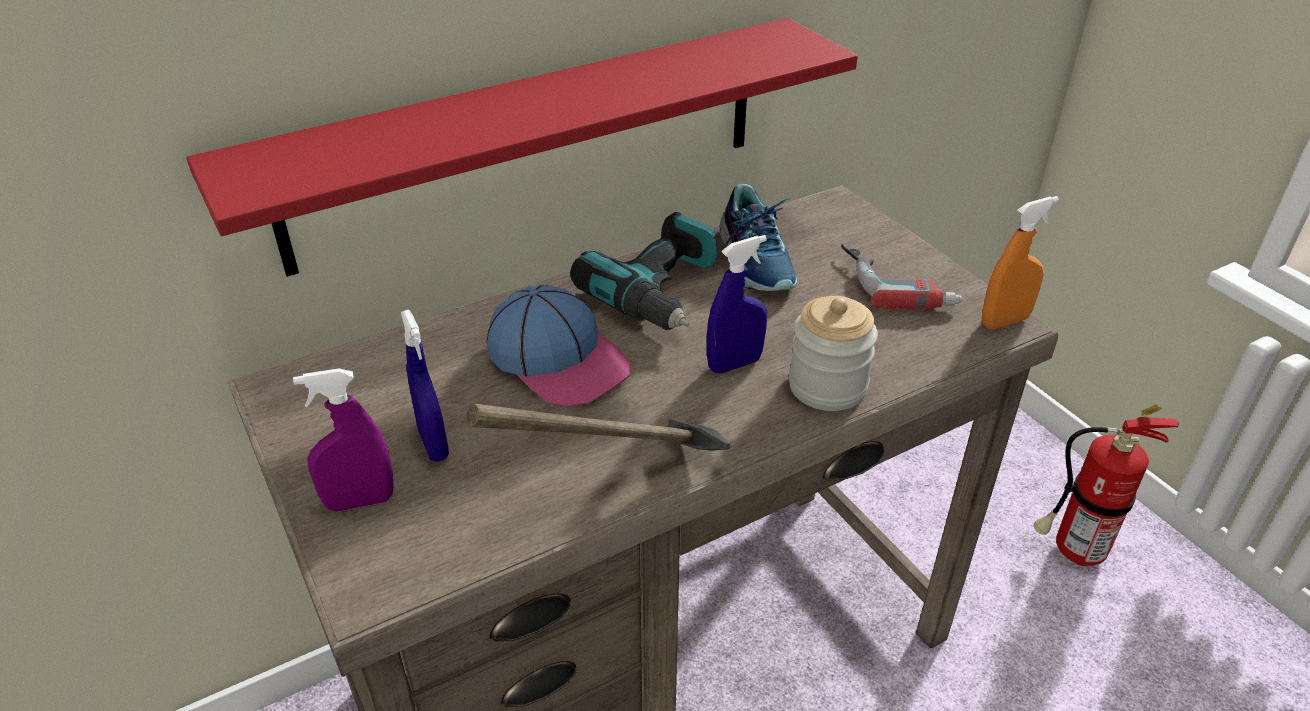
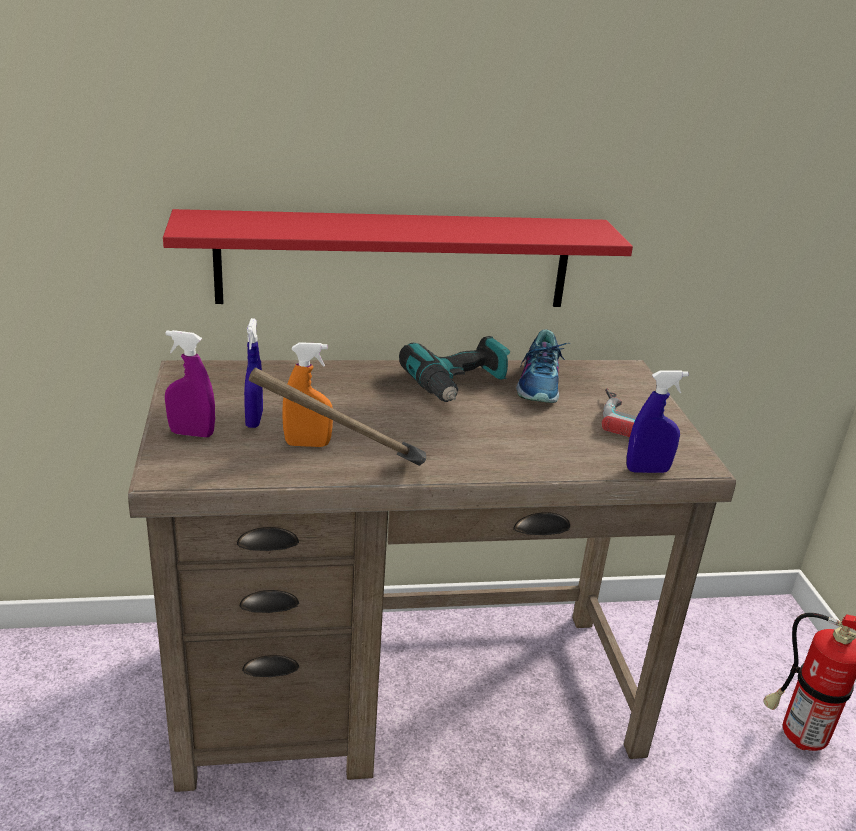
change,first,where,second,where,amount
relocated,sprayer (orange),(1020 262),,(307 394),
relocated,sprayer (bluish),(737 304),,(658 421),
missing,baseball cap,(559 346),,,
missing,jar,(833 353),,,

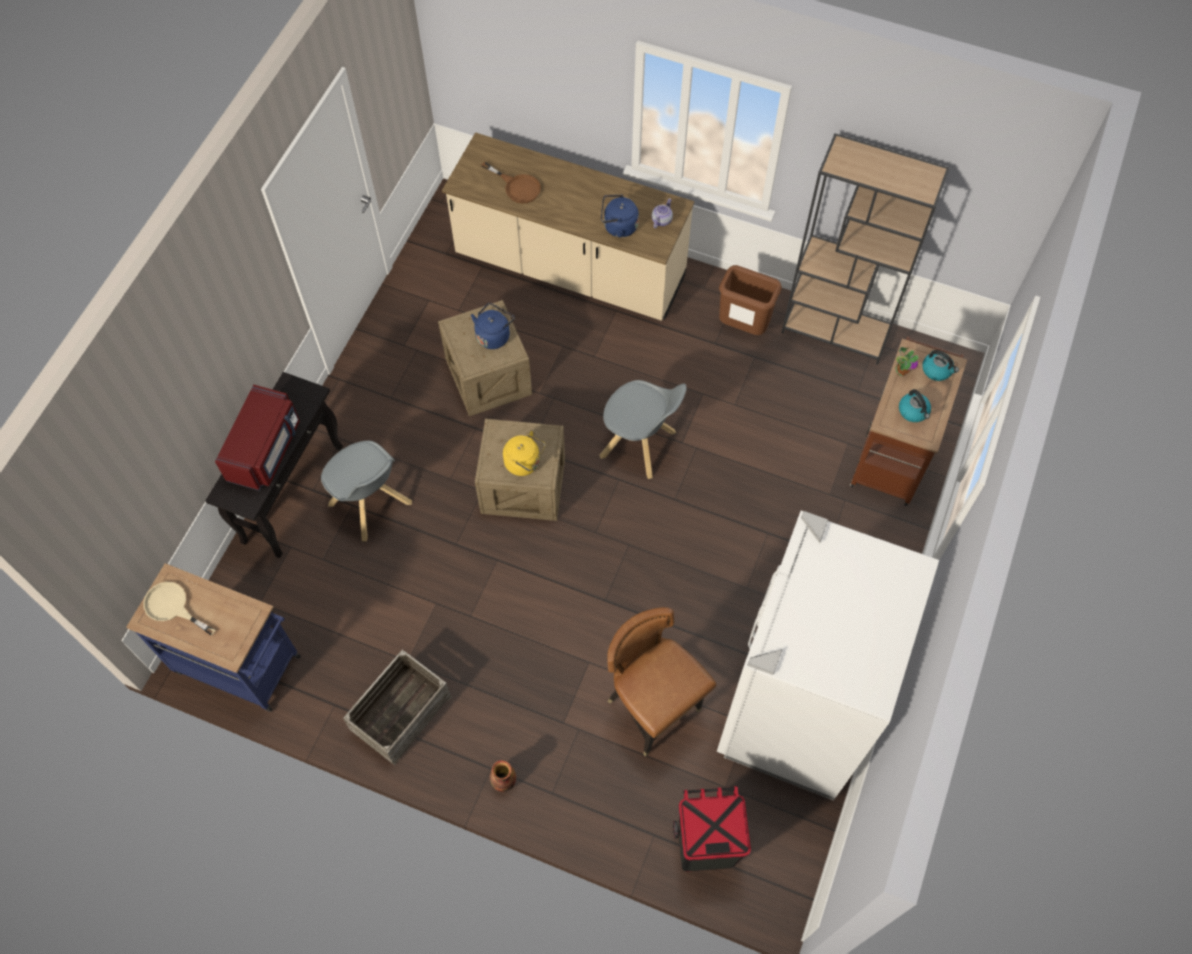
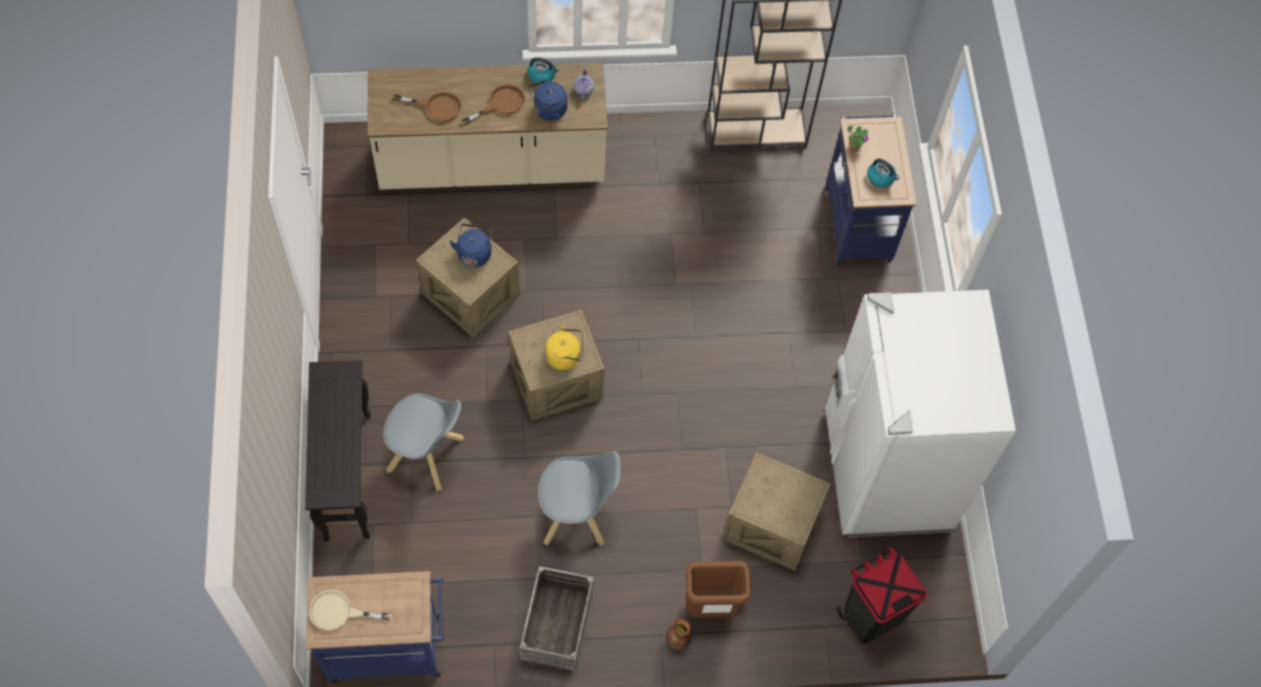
change,first,where,second,where,amount
relocated,rubbish bin (brownish),(750 300),,(718 589),
colour,cart (brownish),(908 421),cart (bluish),(871 189),
relocated,water kettle,(940 365),,(543 71),
relocated,upright chair (gray),(643 429),,(579 498),
missing,microwave oven (red-coloured),(257 437),,,
exchanged,upright chair (brownish),(661 682),packing crate,(776 511),
appeared,,,pan (brownish),(493 104),

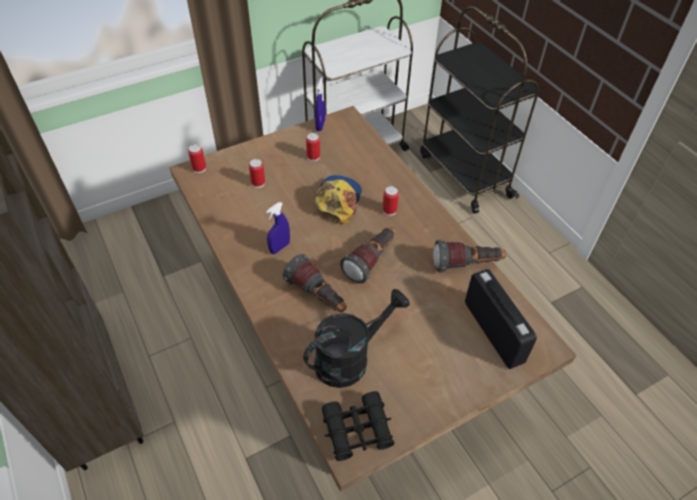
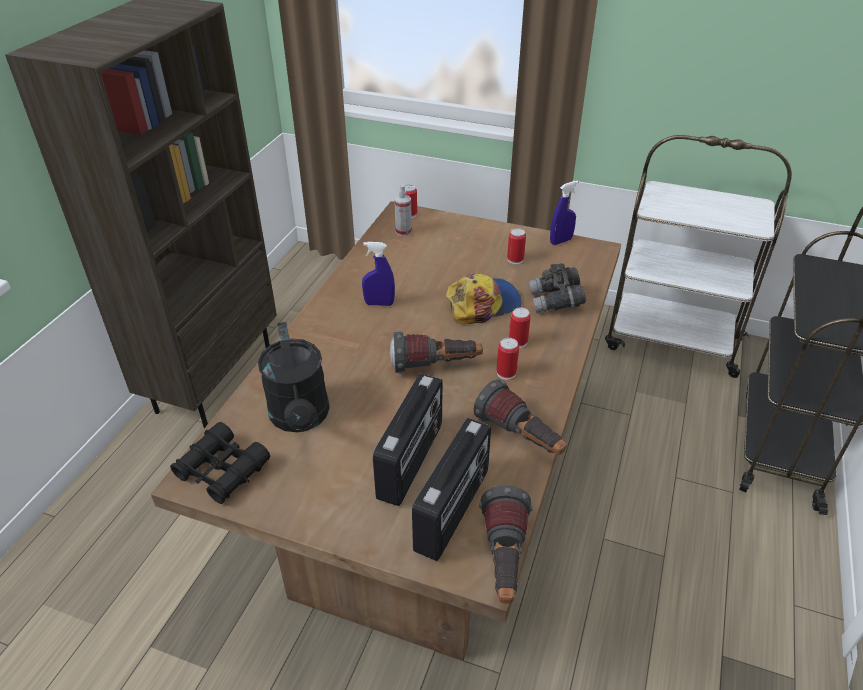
change,first,where,second,where,amount
relocated,sealed can,(257 173),,(507 359),
relocated,torch,(315 283),,(506 544),
spun,watering pot (black),(356 338),,(294 377),60 degrees clockwise
appeared,,,sprayer,(403 210),
appeared,,,pair of binoculars (gray),(557 288),
appeared,,,radio,(408 440),

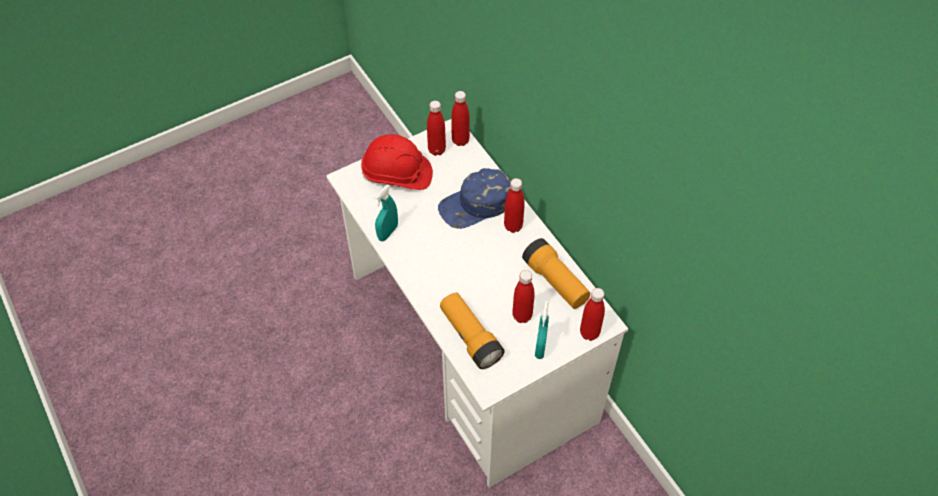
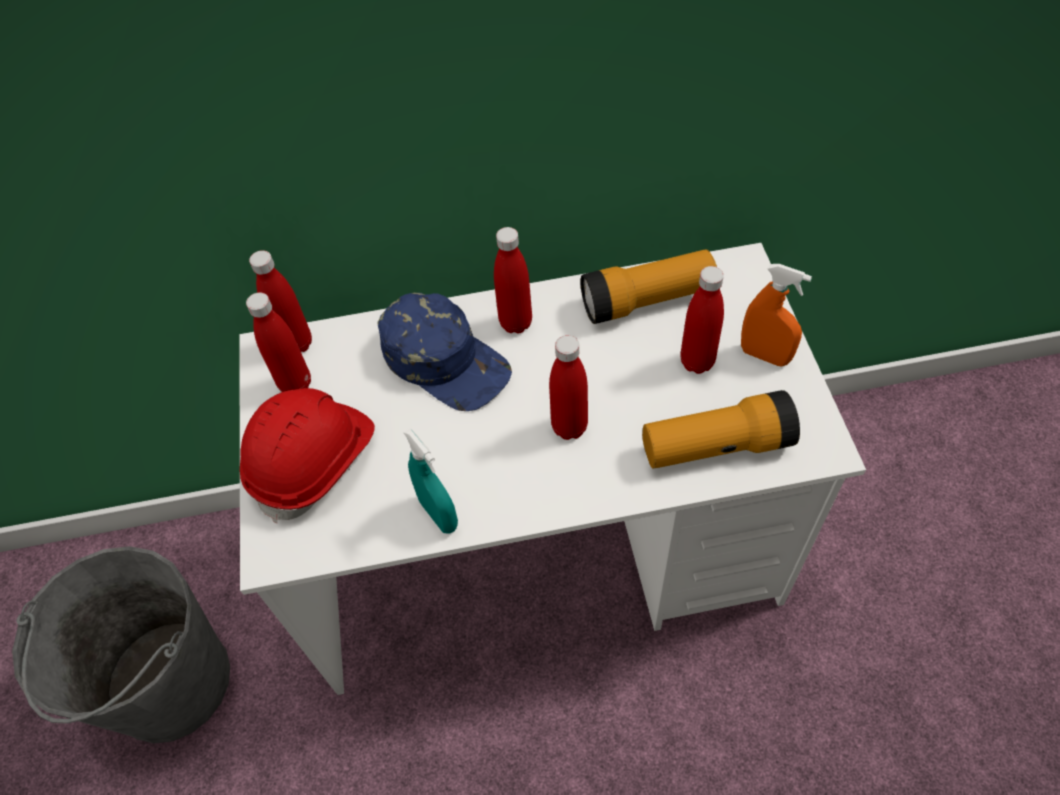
change,first,where,second,where,amount
spun,baseball cap (bluish),(474 198),,(445 352),45 degrees counterclockwise
relocated,beverage bottle (red-coloured),(592 314),,(568 387),
colour,sprayer (turquoise),(542 330),sprayer (orange),(776 315),
appeared,,,pail (gray),(121 644),

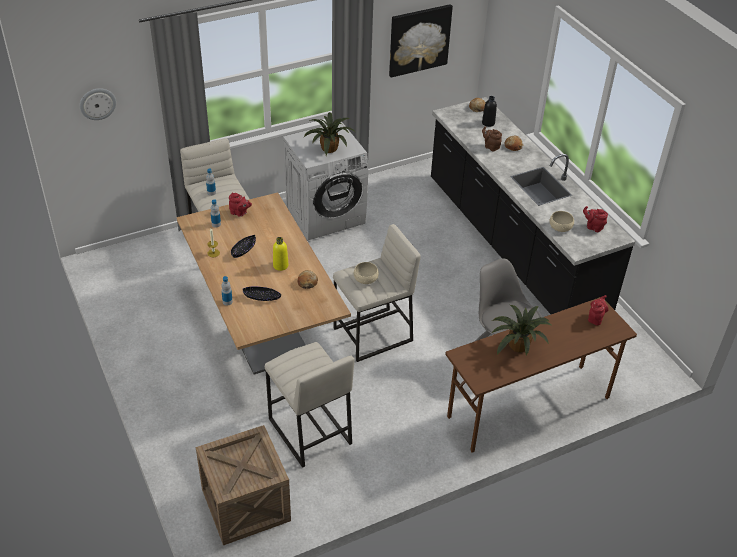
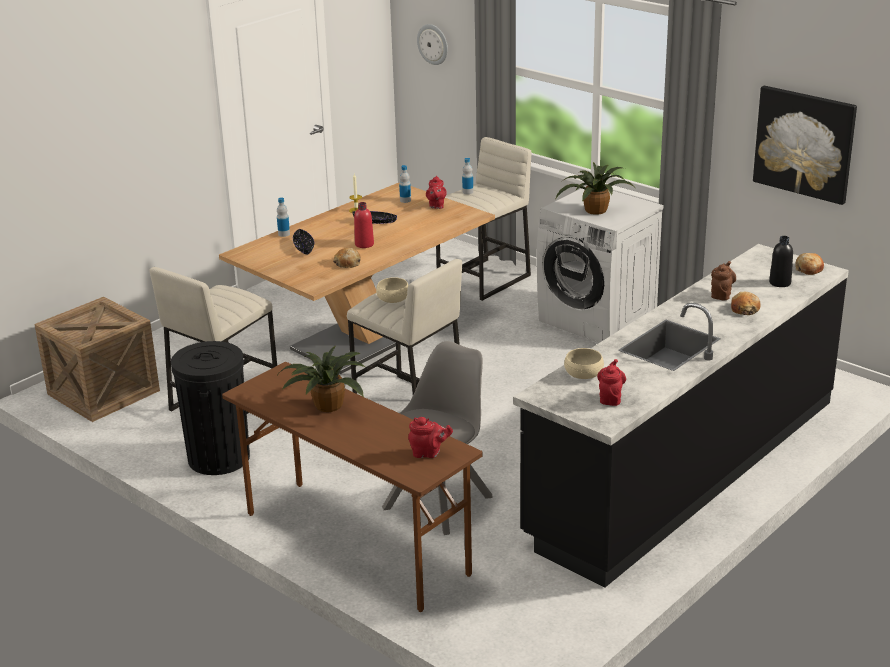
change,first,where,second,where,amount
colour,beverage bottle (yellow-coloured),(281 254),beverage bottle (red-coloured),(364 225),
appeared,,,rubbish bin (black),(210 408),

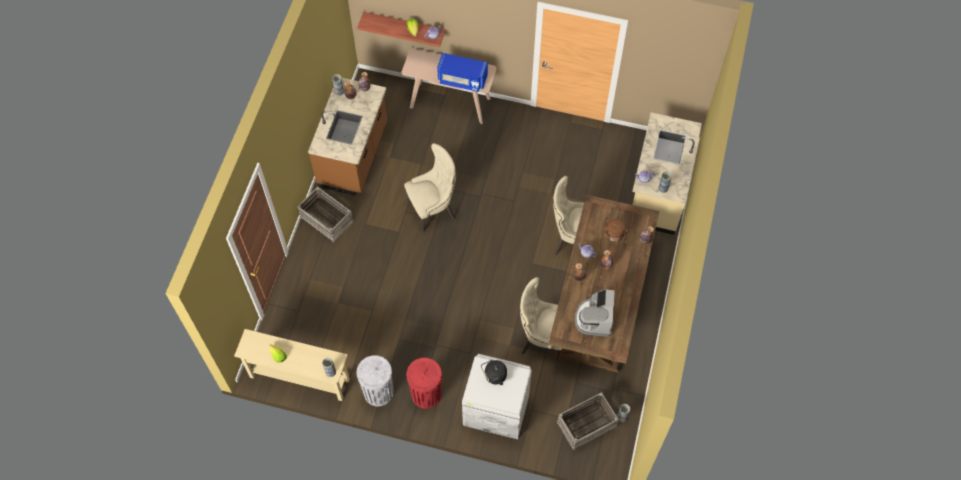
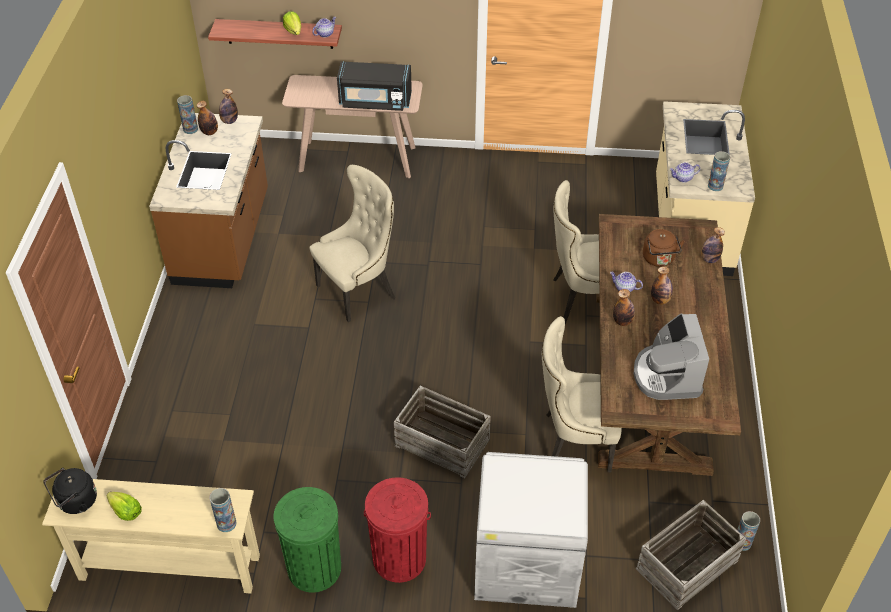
change,first,where,second,where,amount
colour,microwave oven (bluish),(462 72),microwave oven (black),(374 86),
relocated,packing crate,(325 214),,(442 432),
colour,rubbish bin (gray),(375 380),rubbish bin (green-coloured),(307 540),
relocated,water kettle (black),(494 372),,(70 491),

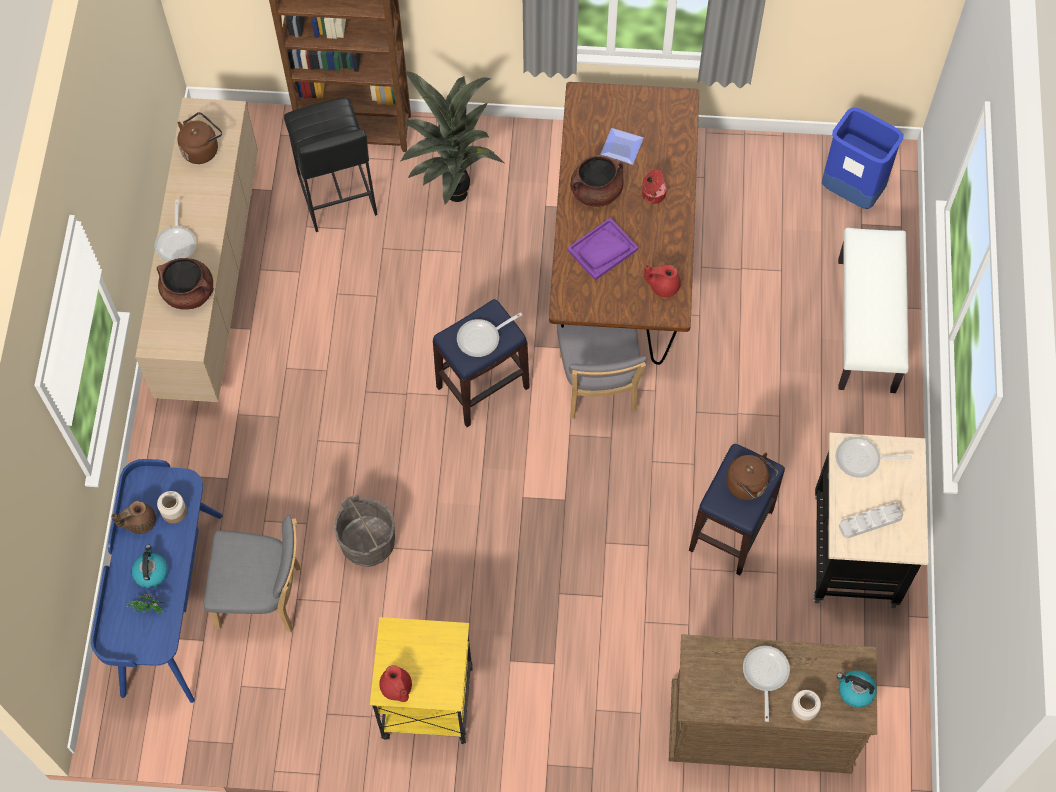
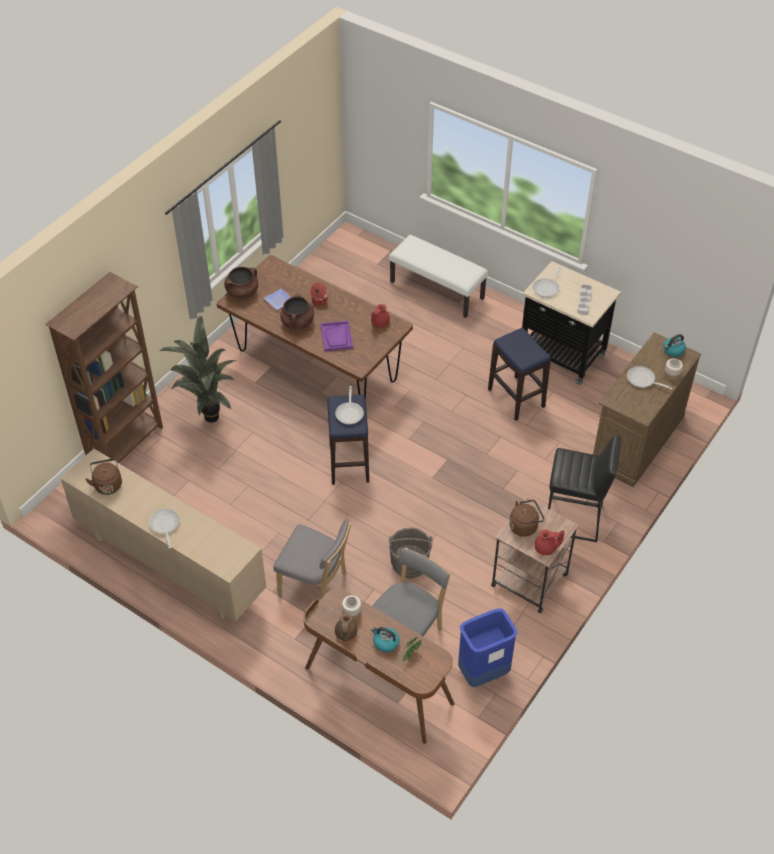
change,first,where,second,where,amount
relocated,stool (black),(330 164),,(584 488),
relocated,rubbish bin (bluish),(863 158),,(487 647),
spun,pan,(175 230),,(164 529),135 degrees counterclockwise
relocated,saucepot (brownish),(185 284),,(241 283),
relocated,upright chair (gray),(602 371),,(312 558),
relocated,water kettle (brownish),(752 476),,(527 518),
colour,desk table (bluish),(157 581),desk table (brownish),(378 666),
colour,cart (yellow-coloured),(421 680),cart (brownish),(535 555),

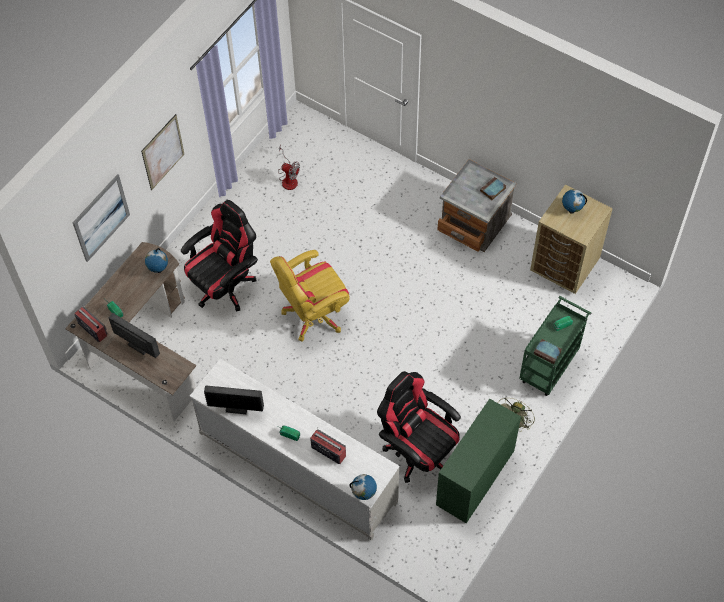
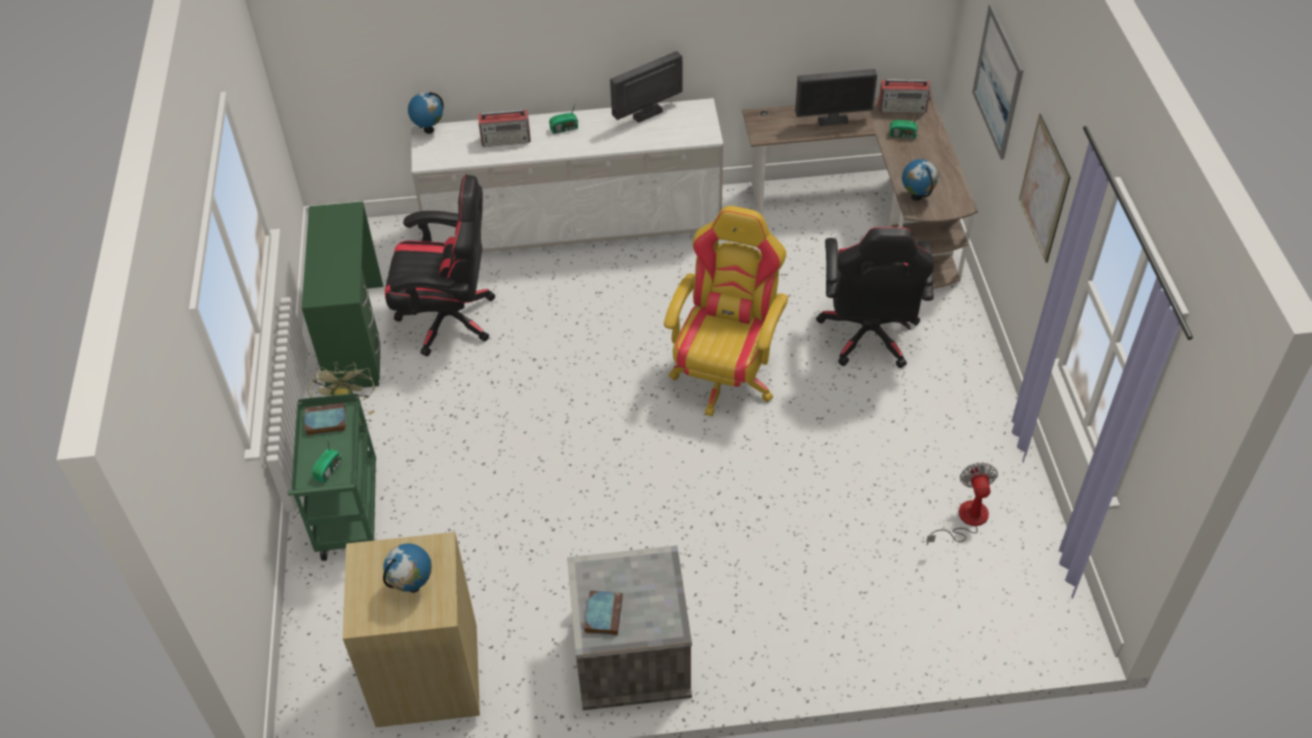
change,first,where,second,where,amount
spun,electric fan,(289 167),,(962 504),105 degrees clockwise

